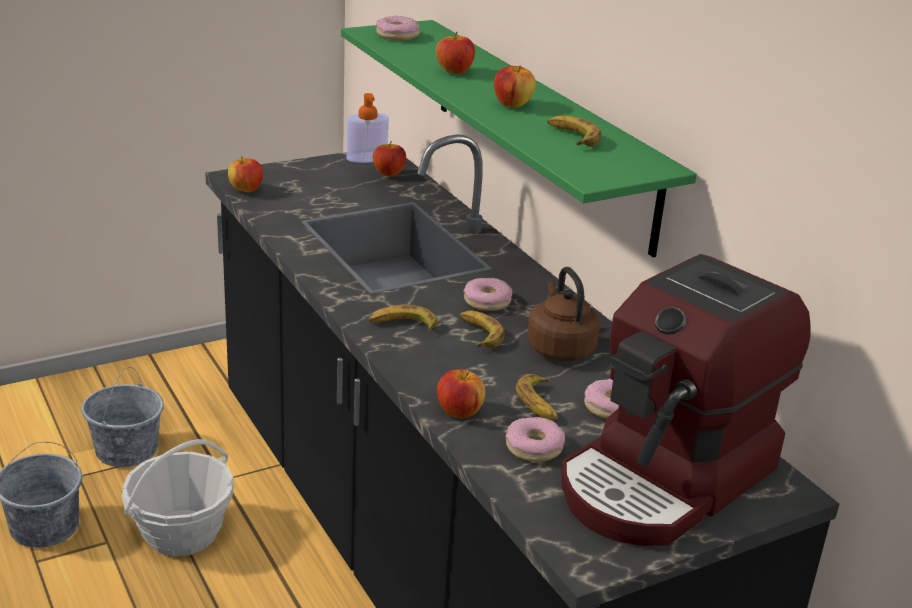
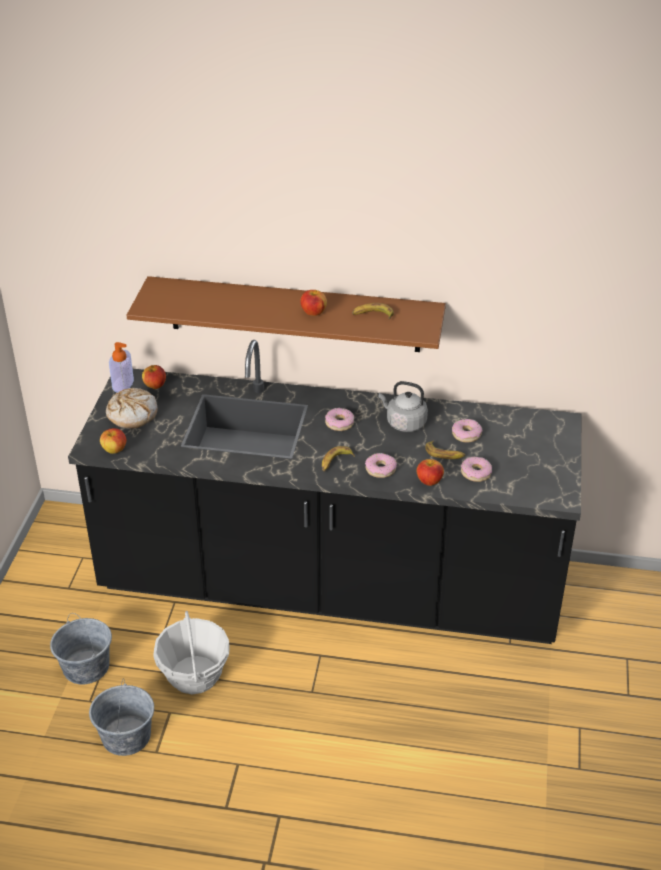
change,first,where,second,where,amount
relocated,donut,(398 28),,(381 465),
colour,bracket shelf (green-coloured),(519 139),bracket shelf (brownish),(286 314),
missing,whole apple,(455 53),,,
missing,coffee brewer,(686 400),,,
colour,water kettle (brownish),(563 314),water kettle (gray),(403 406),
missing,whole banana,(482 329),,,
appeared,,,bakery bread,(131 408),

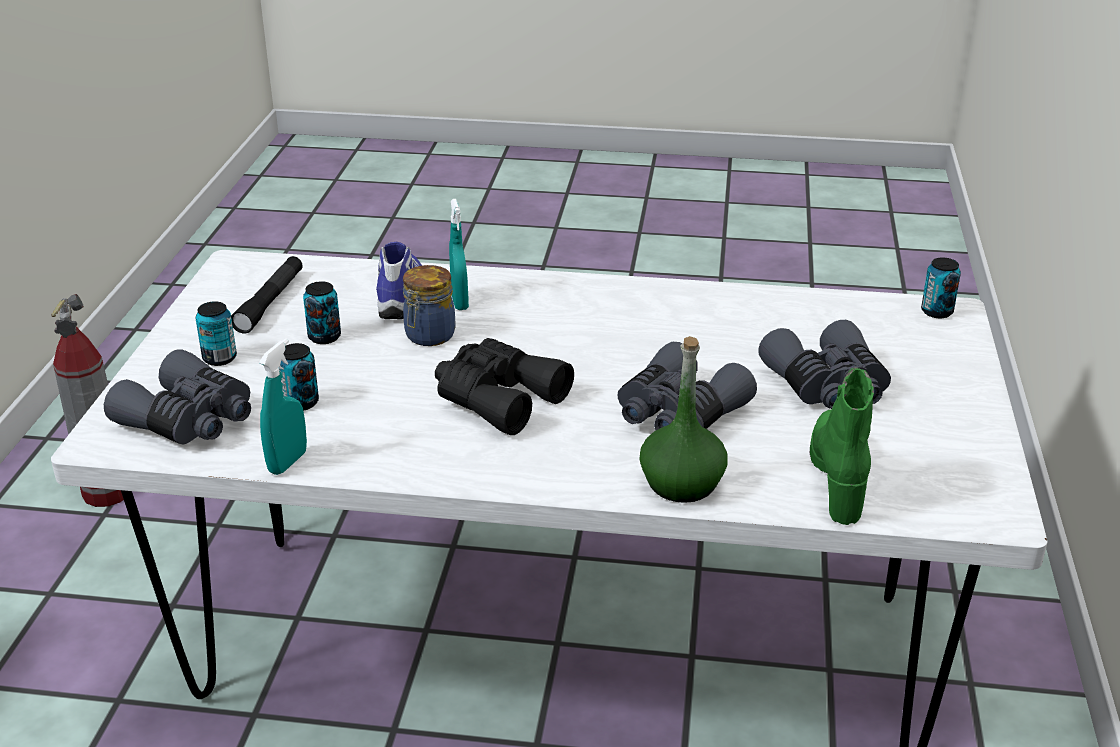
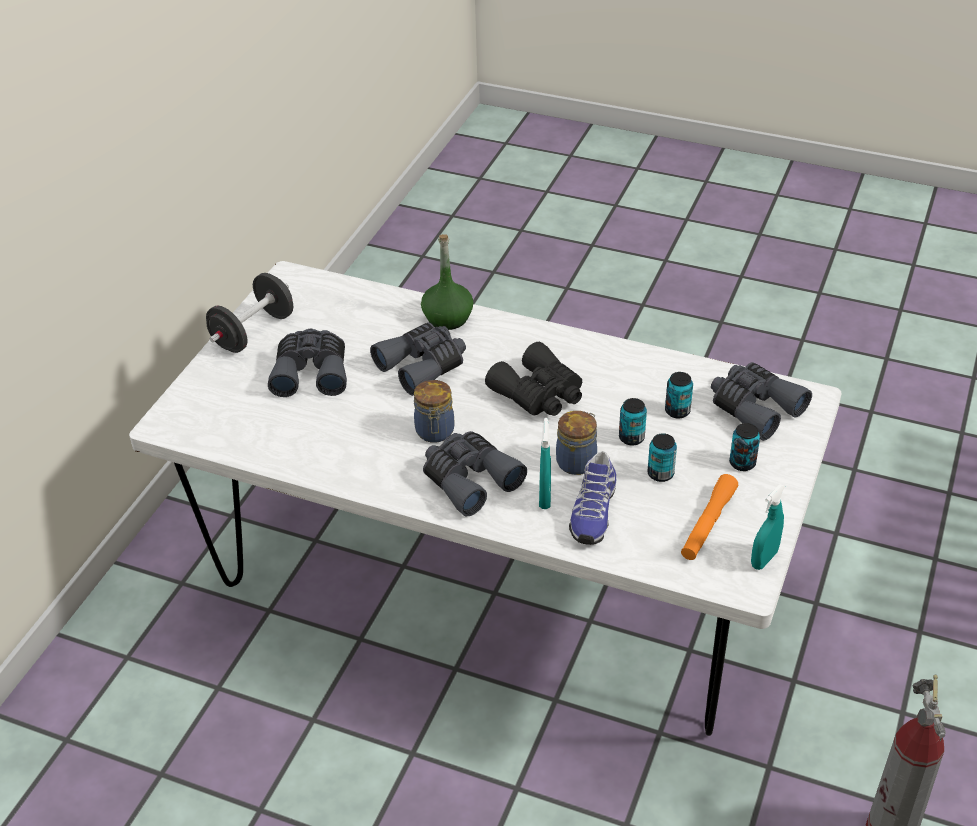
change,first,where,second,where,amount
colour,torch (black),(267 295),torch (orange),(709 517),
relocated,sealed can,(941 287),,(633 422),
relocated,sprayer (turquoise),(283 406),,(768 527),
missing,tall boot (green-coloured),(842 446),,,
appeared,,,free weight (black),(249 313),
appeared,,,jar,(434 411),
appeared,,,pair of binoculars (gray),(475 473),

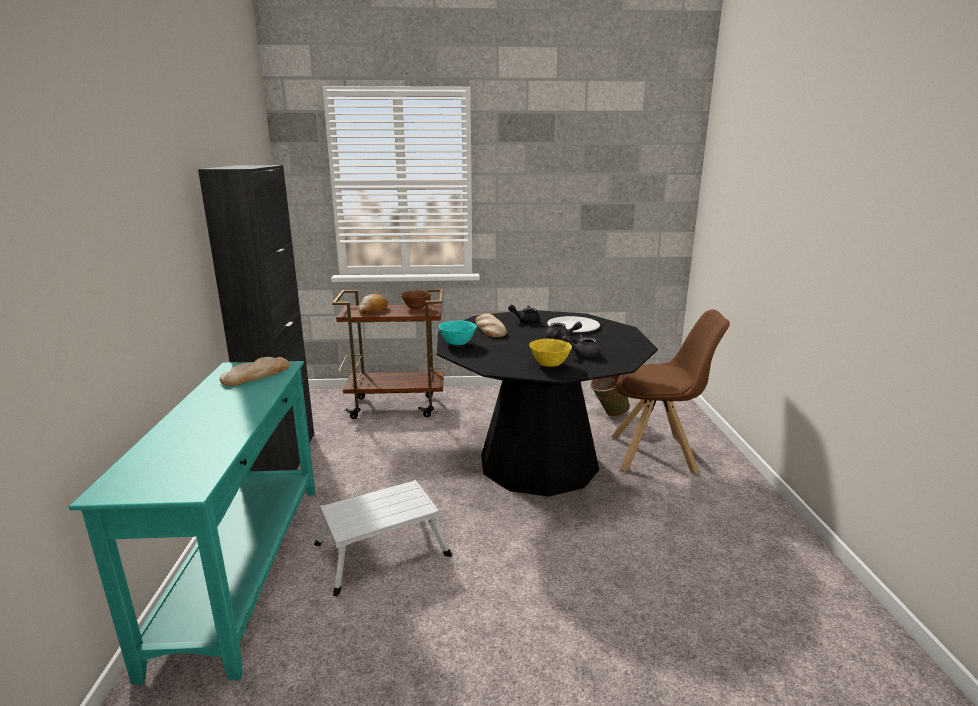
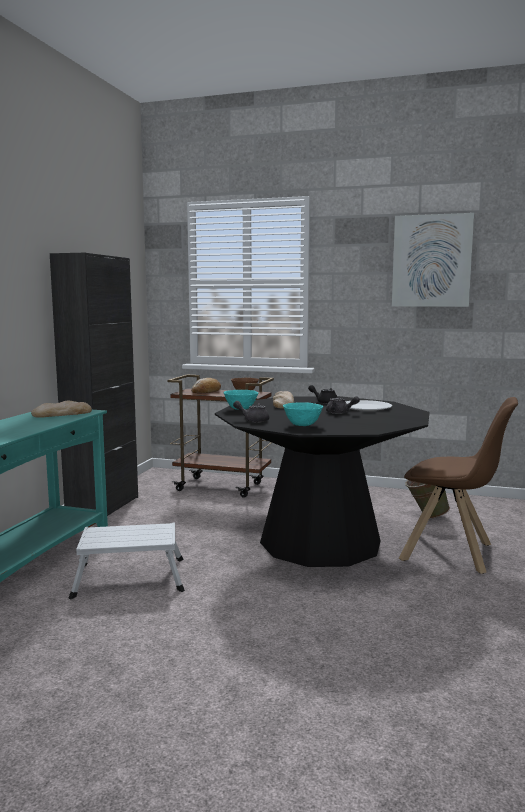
change,first,where,second,where,amount
relocated,tea pot (gray),(581 345),,(251 412),
colour,bowl (yellow-coloured),(550 353),bowl (turquoise),(303 414),
appeared,,,picture,(433 260),

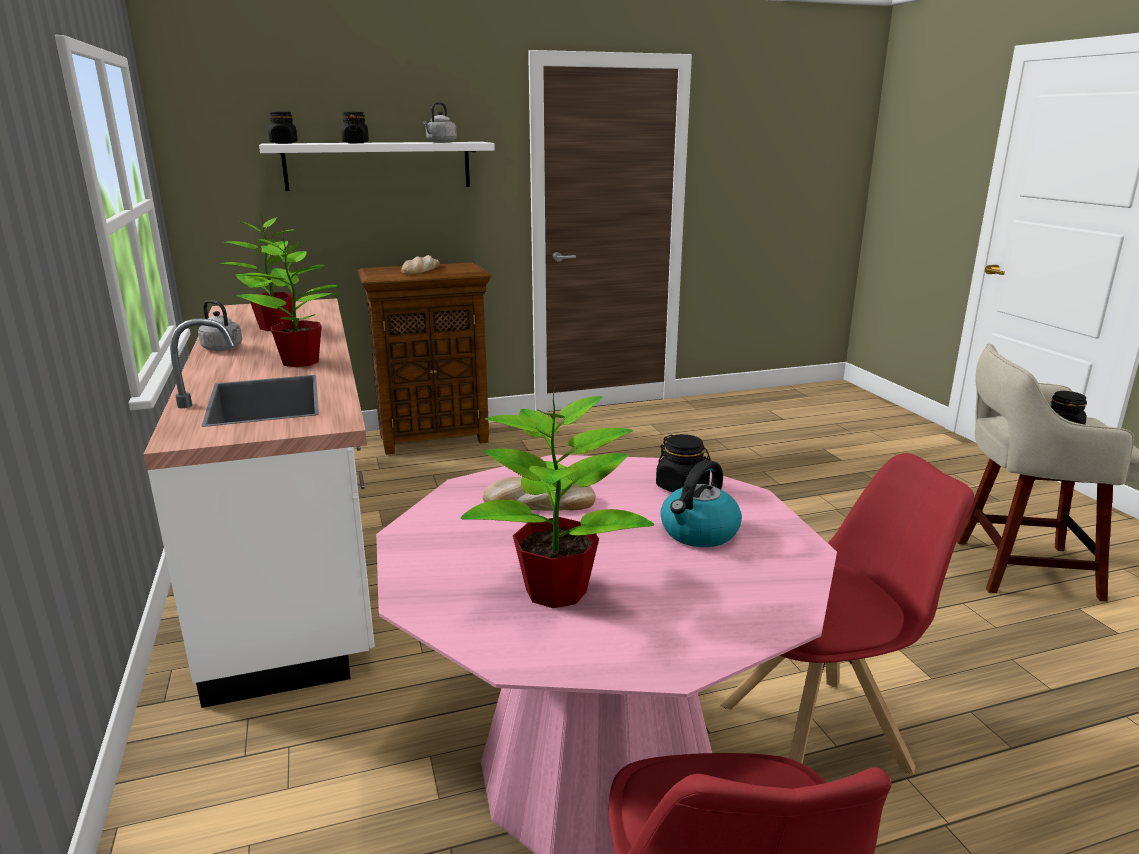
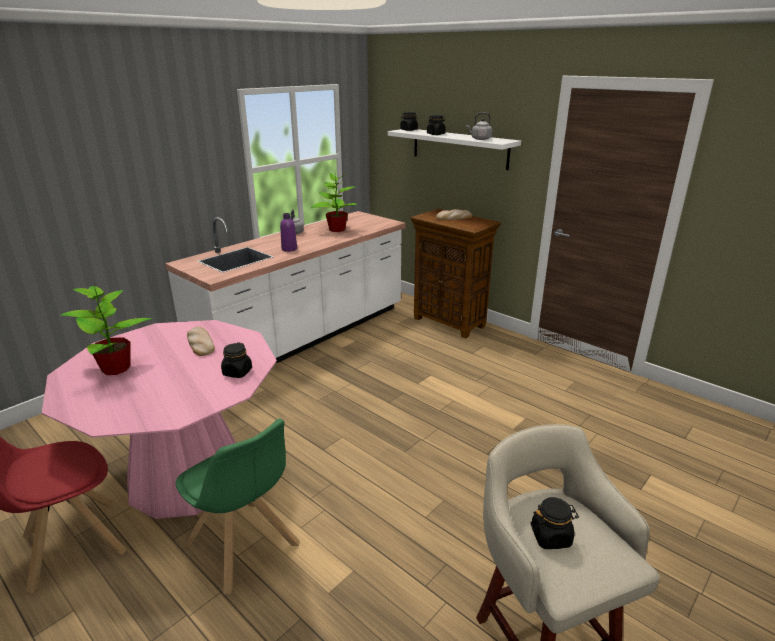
change,first,where,second,where,amount
exchanged,potted plant,(288 299),beverage bottle (purplish),(288 232),
colour,upright chair (red-coloured),(847 614),upright chair (green-coloured),(237 506),
missing,water kettle,(701 503),,,

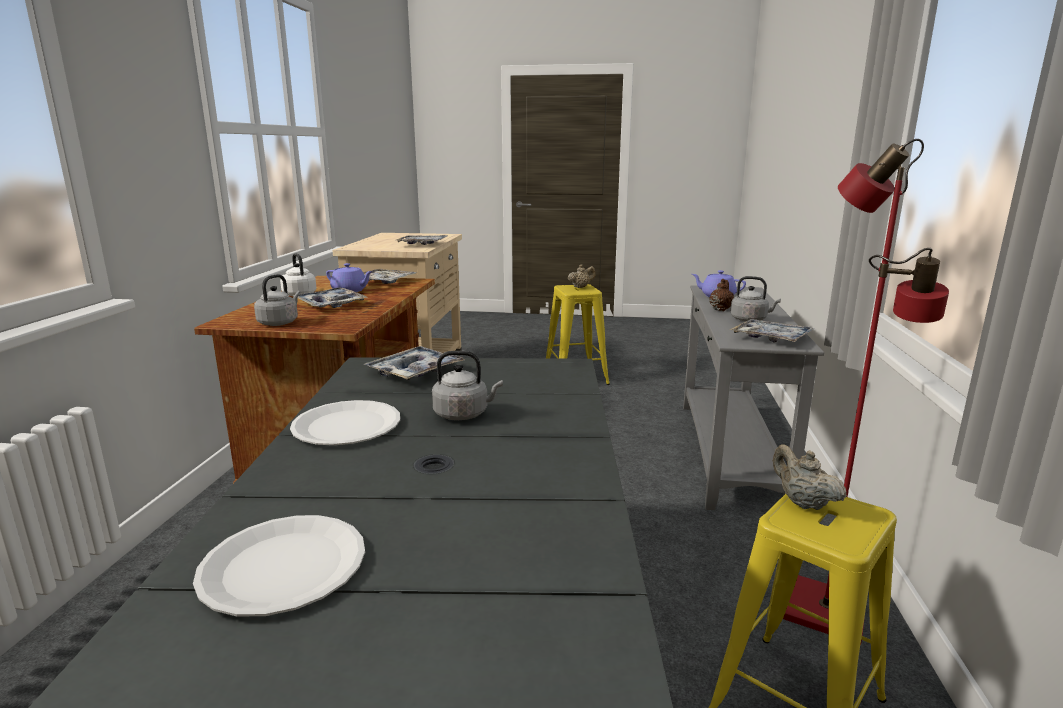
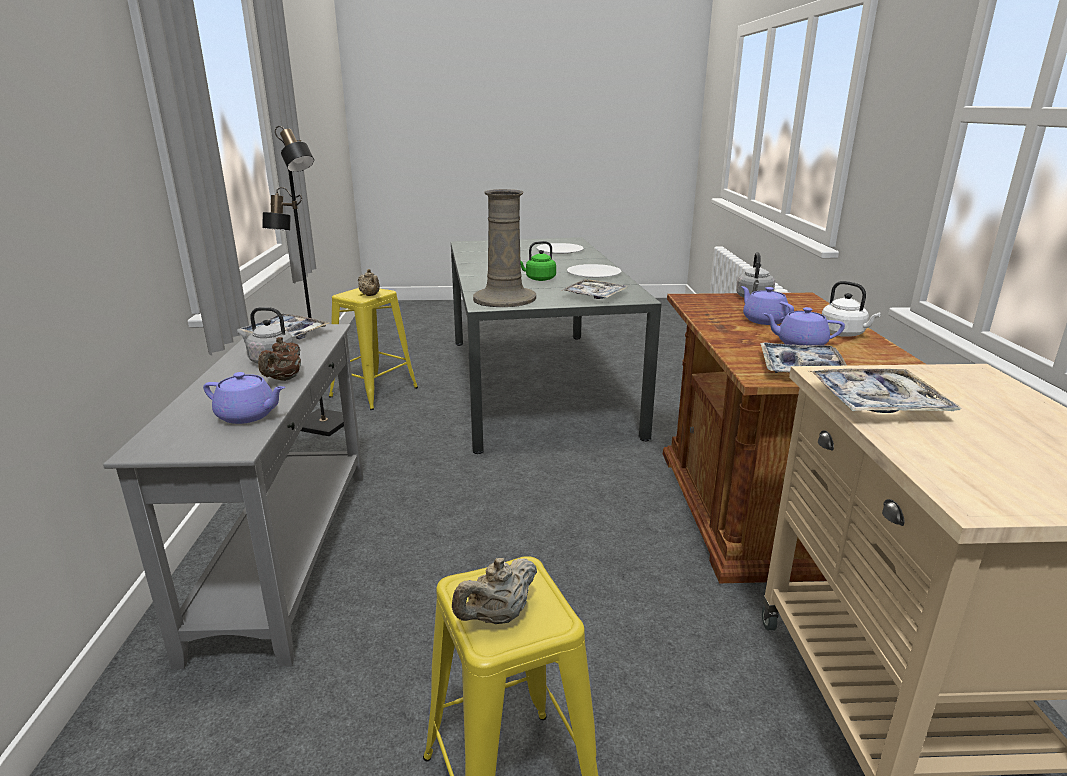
change,first,where,second,where,amount
colour,floor lamp (red-coloured),(866 392),floor lamp (black),(303 281),
exchanged,tray,(330 297),tea pot (purplish),(767 305),
colour,water kettle (gray),(467 385),water kettle (green-coloured),(538 261),
appeared,,,flower vase (beige),(504 248),

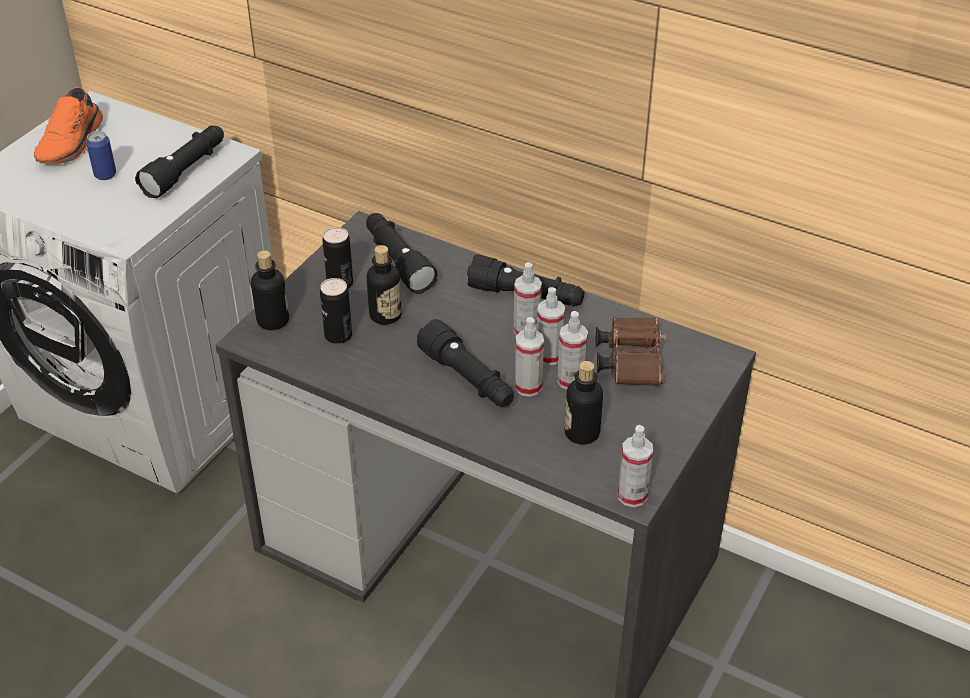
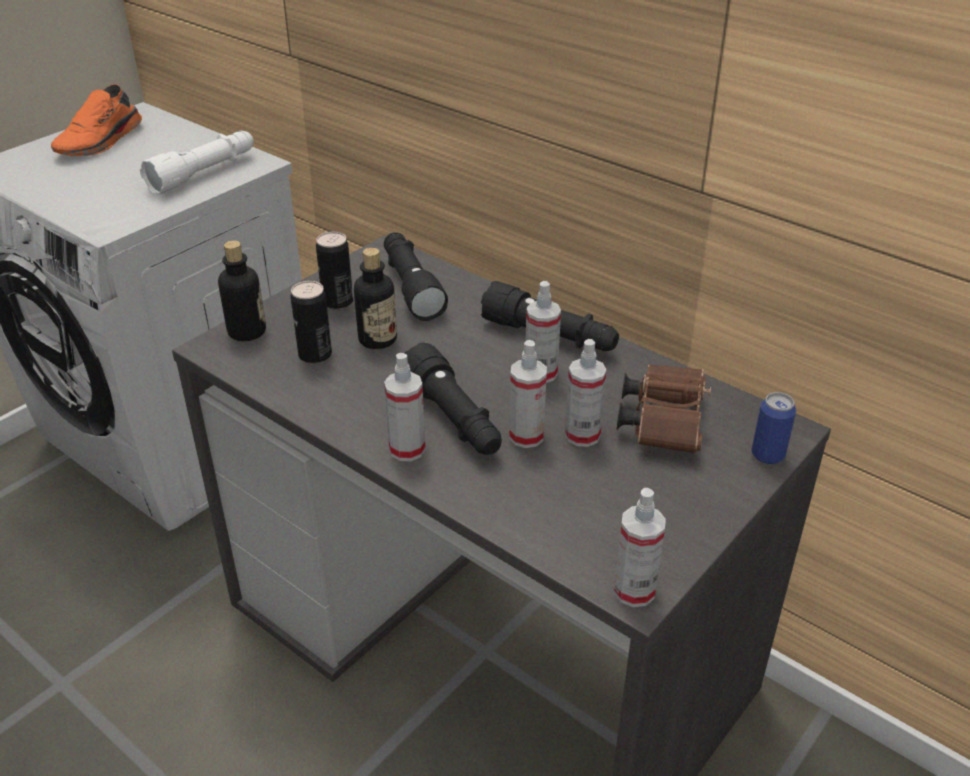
change,first,where,second,where,amount
colour,torch (black),(179 161),torch (white),(197 163),
relocated,sealed can,(101 155),,(774 428),
relocated,sprayer,(551 326),,(404 407),
missing,beverage bottle,(584 403),,,

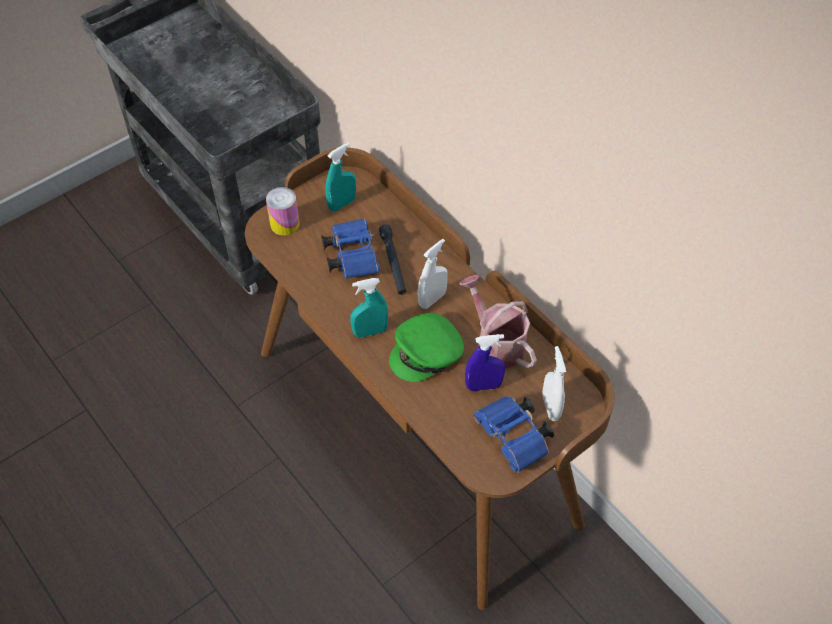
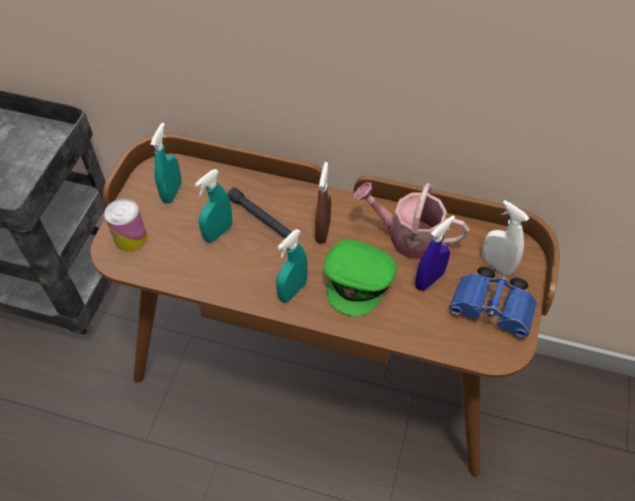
change,first,where,second,where,amount
exchanged,pair of binoculars (bluish),(350 248),sprayer (turquoise),(213 206),
colour,sprayer (white),(433 274),sprayer (brownish),(323 203),

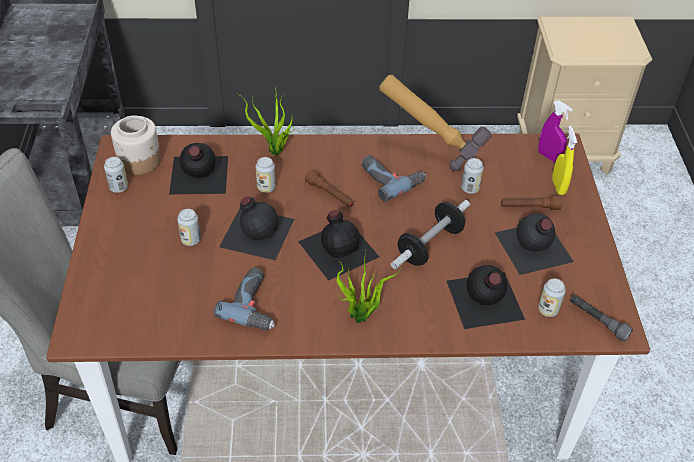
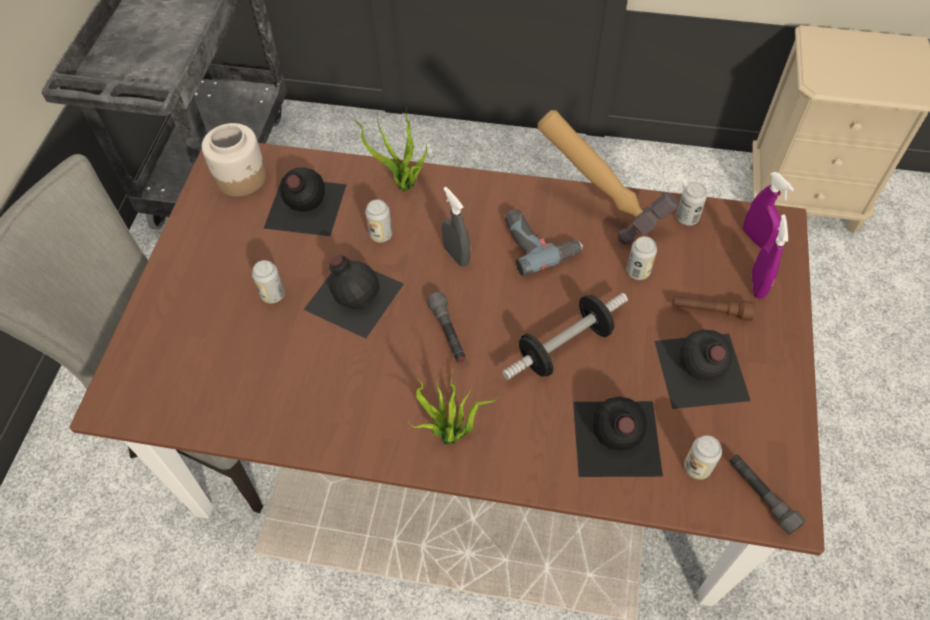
change,first,where,second,where,amount
colour,sprayer (yellow-coloured),(564 160),sprayer (purplish),(770 256),
relocated,sealed can,(116 175),,(691 204),
exchanged,torch (brownish),(329 188),sprayer (gray),(456 227),
exchanged,beverage bottle (black),(338 245),torch (gray),(446 327),
missing,drill,(244 299),,,

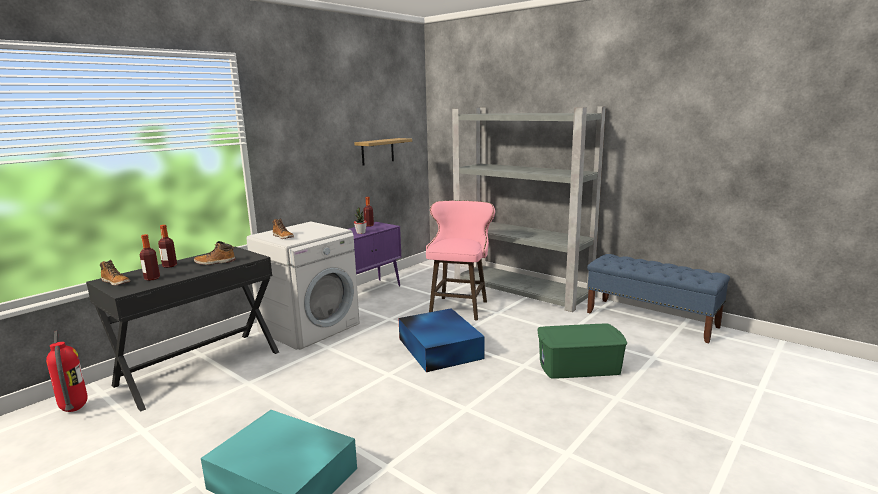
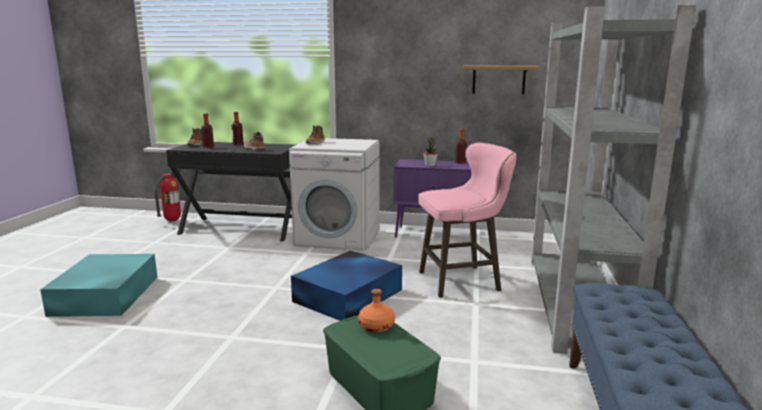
change,first,where,second,where,amount
appeared,,,beverage bottle (orange),(376 310),

